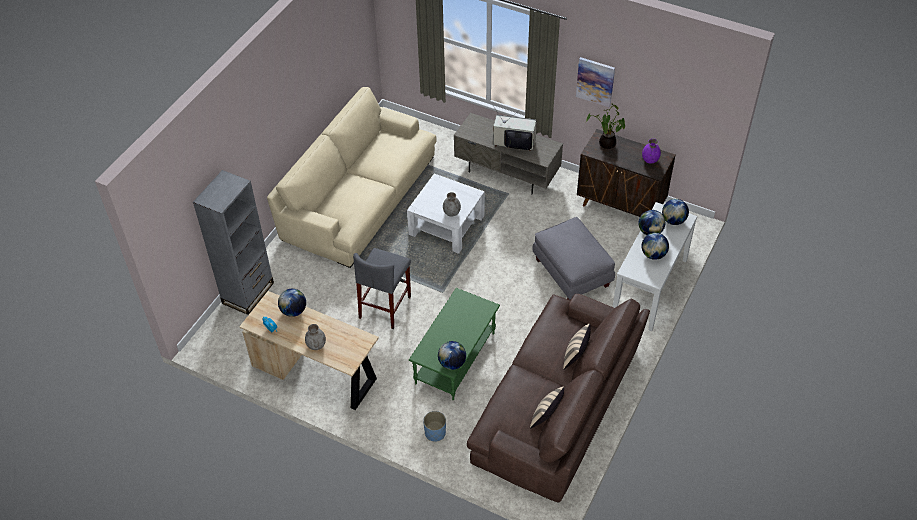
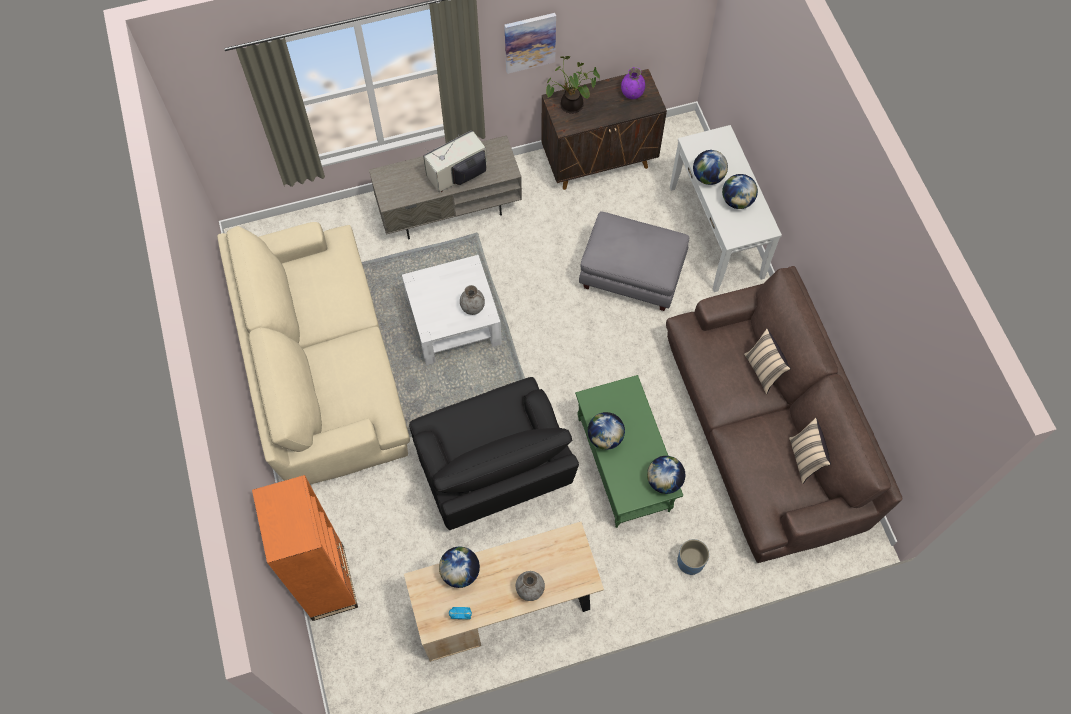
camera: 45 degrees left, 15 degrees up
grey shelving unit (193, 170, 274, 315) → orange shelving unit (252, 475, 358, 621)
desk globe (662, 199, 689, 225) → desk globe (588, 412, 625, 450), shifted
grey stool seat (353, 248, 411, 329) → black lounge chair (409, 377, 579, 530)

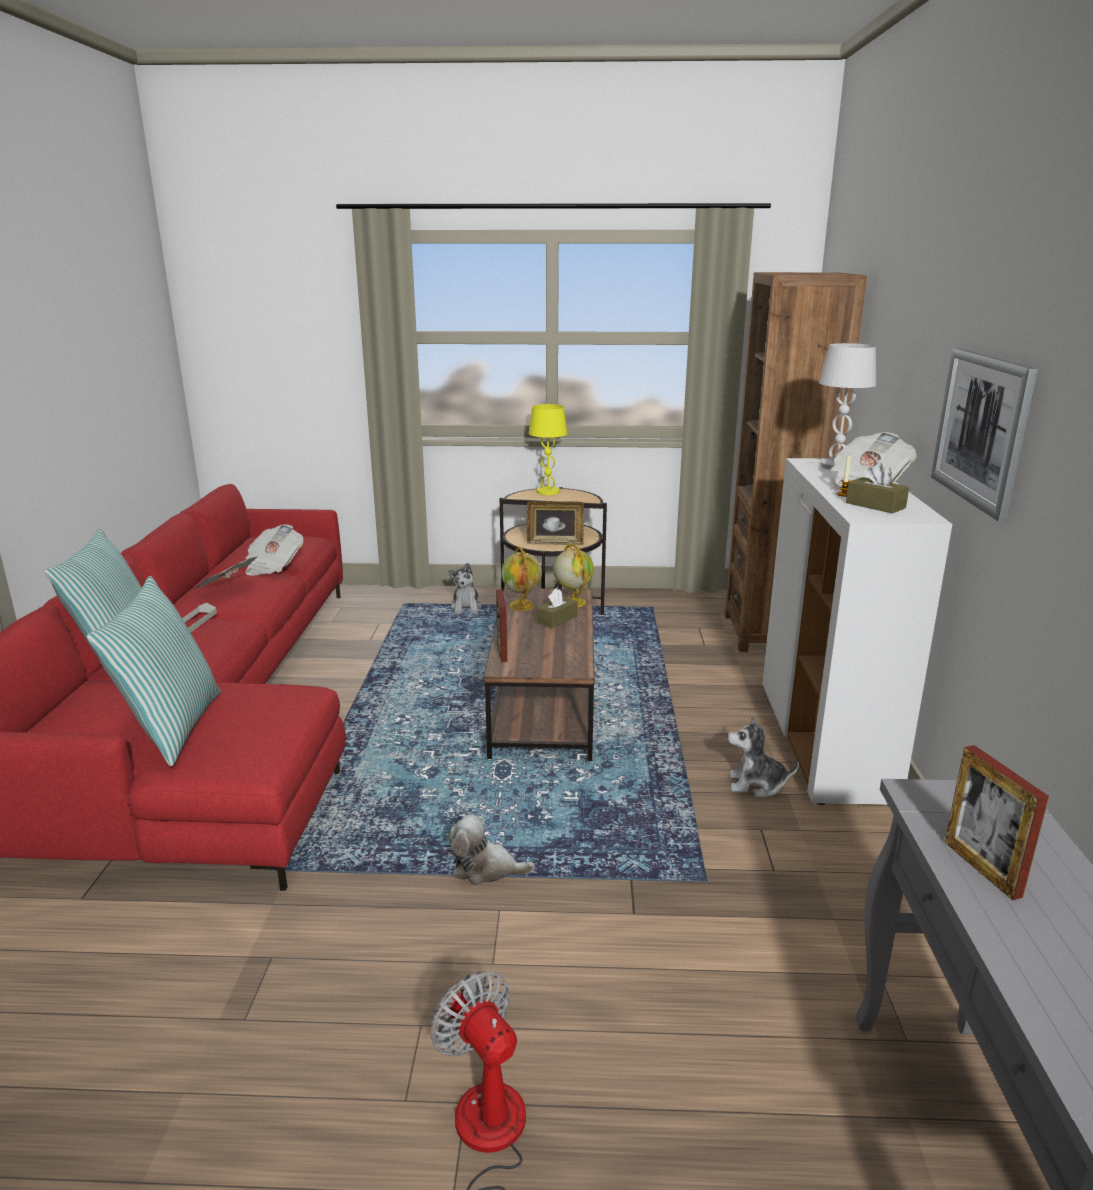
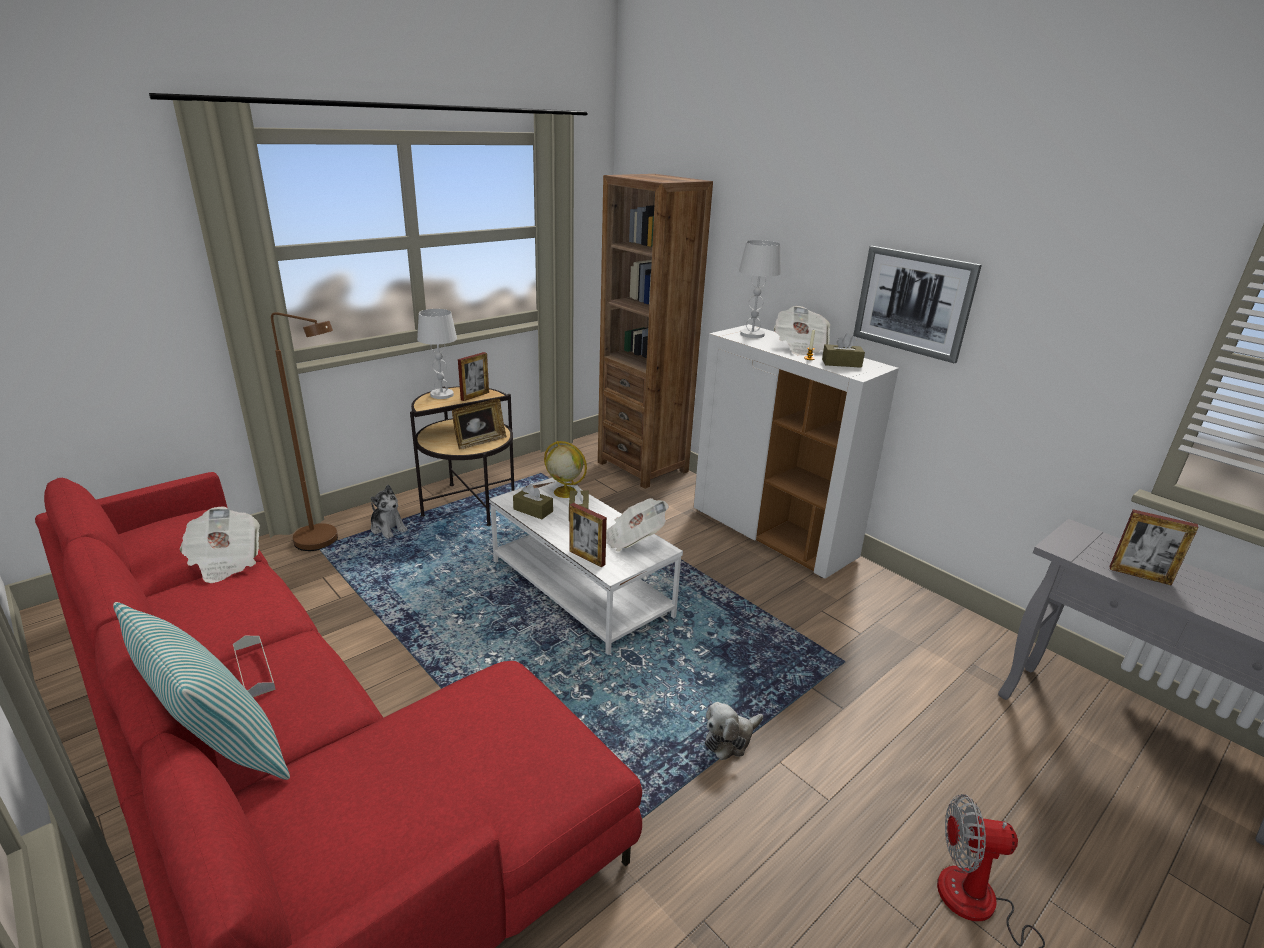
camera: 45 degrees left, 5 degrees up
yellow-coloured tabletop lamp (528, 404, 568, 495) → whitish tabletop lamp (417, 309, 457, 399)
desk globe (501, 546, 542, 611) → brown box of tissues (513, 484, 553, 519)
daily paper (195, 557, 257, 589) → daily paper (606, 498, 669, 552), shifted
throw pillow (87, 576, 221, 766) → -
brown coffee table (483, 588, 595, 761) → whitish coffee table (489, 477, 683, 655)
soft toy (727, 717, 799, 798) → -
- → brown floor lamp (271, 312, 338, 551)
- → picture frame (458, 352, 489, 401)

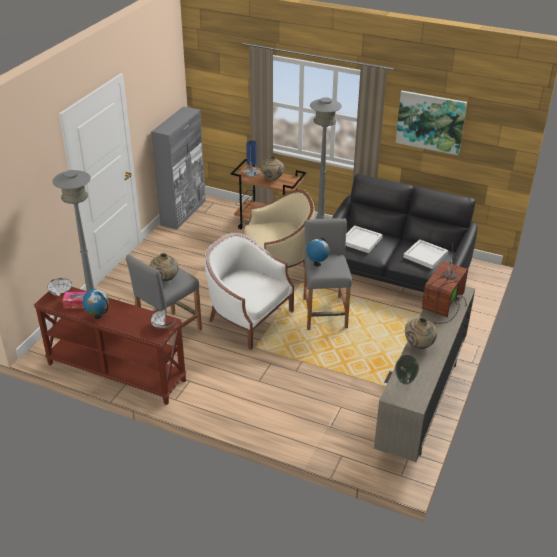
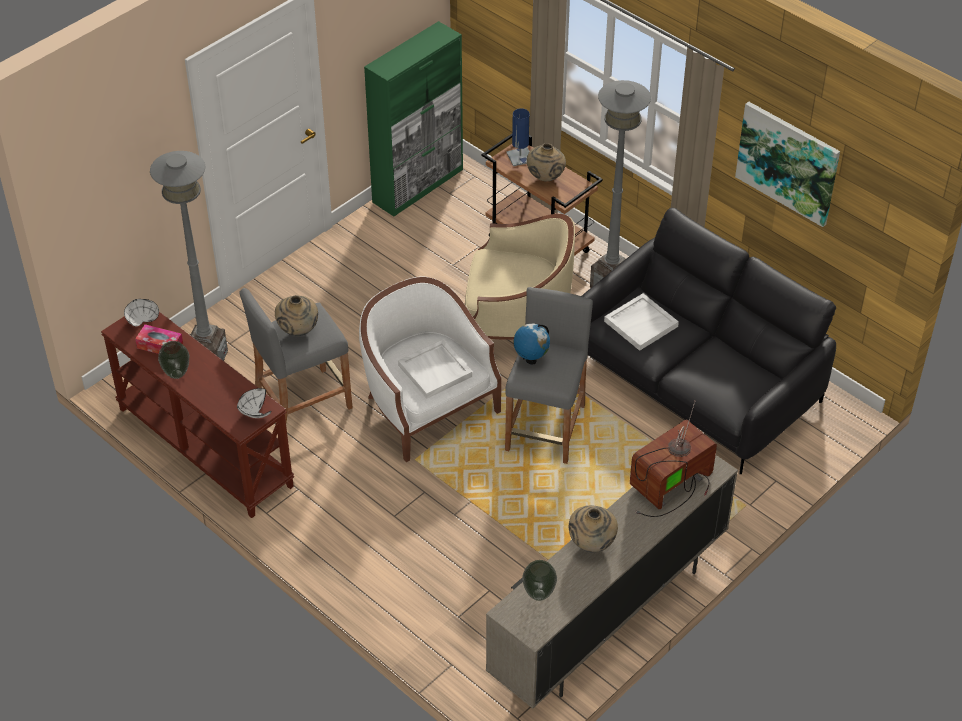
camera: 20 degrees right, 10 degrees up
grey cabinet (151, 106, 206, 230) → green-coloured cabinet (364, 21, 463, 217)
whitish carrying tray (403, 239, 448, 269) → whitish carrying tray (398, 339, 472, 398), shifted
desk globe (82, 289, 109, 319) → flower vase (158, 341, 189, 379)

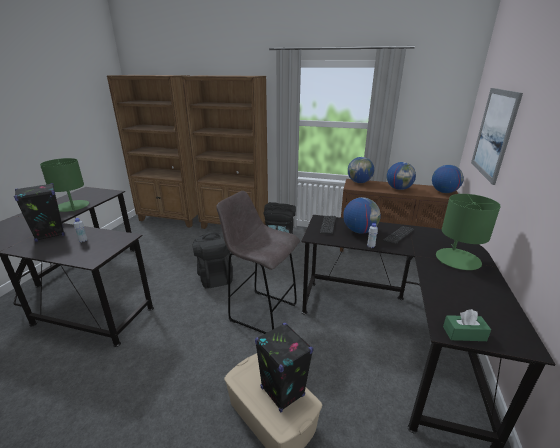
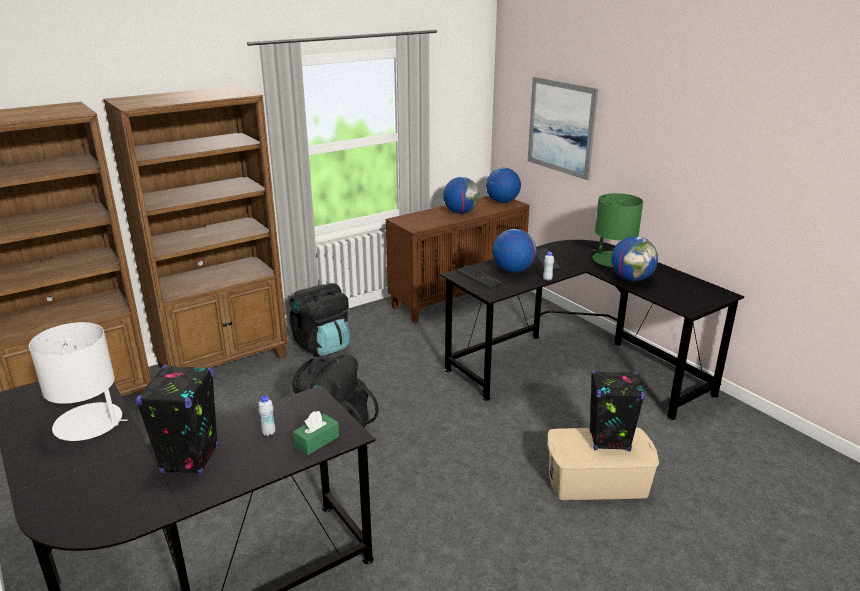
camera: 50 degrees left, 0 degrees up
desk globe (348, 157, 374, 183) → desk globe (611, 236, 658, 281), shifted
green-coloured tabletop lamp (40, 158, 89, 212) → whitish tabletop lamp (29, 322, 128, 441)
grey stool seat (216, 191, 300, 334) → -
green-coloured box of tissues (443, 309, 491, 341) → green-coloured box of tissues (293, 411, 339, 455), shifted

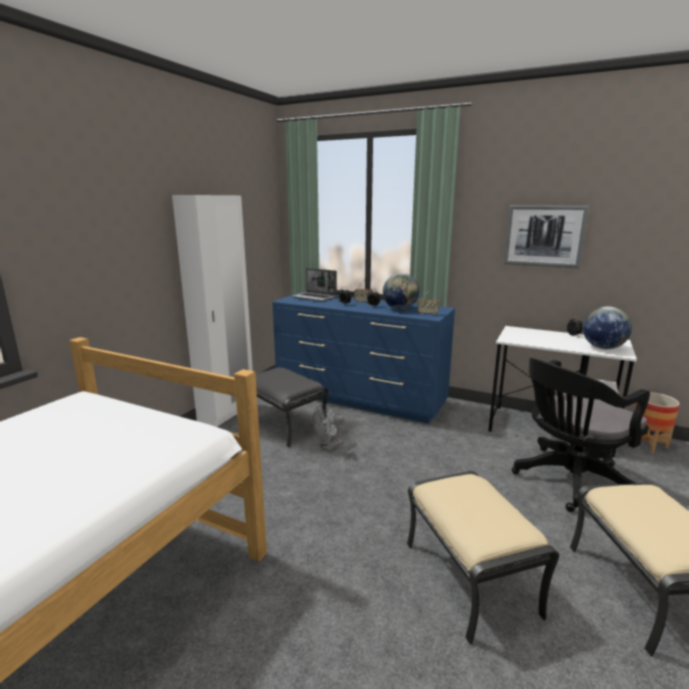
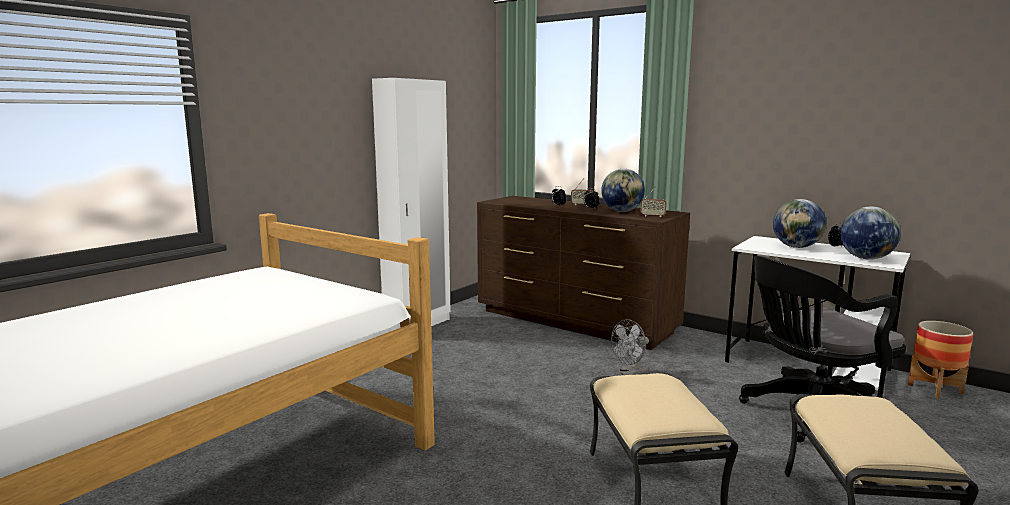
camera: 10 degrees right, 5 degrees down
wall picture (503, 205, 589, 268) → -
laptop (292, 268, 337, 301) → -
blue-coloured drawer chest (272, 292, 455, 424) → brown drawer chest (477, 196, 690, 350)
grey ottoman (256, 367, 329, 448) → -
grey electric fan (312, 404, 344, 451) → grey electric fan (611, 319, 649, 375), shifted
- → desk globe (773, 199, 826, 248)

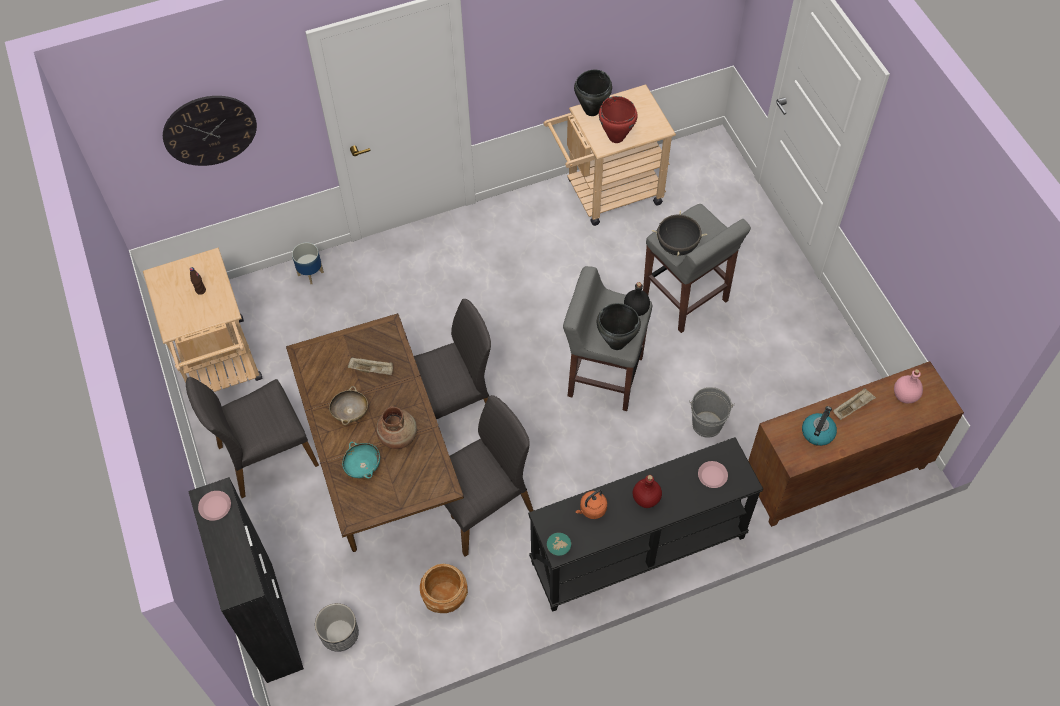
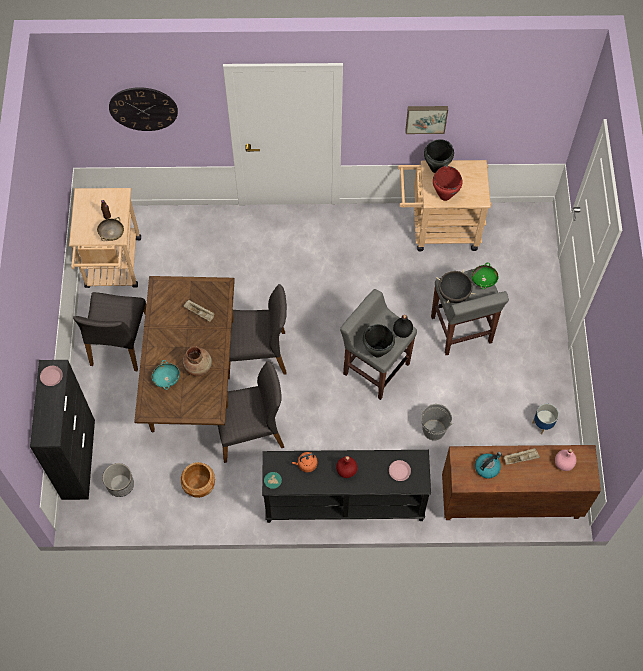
camera: 20 degrees right, 5 degrees up
flower pot (292, 242, 324, 284) → flower pot (532, 404, 559, 434), shifted
grey chair (186, 377, 319, 498) → grey chair (73, 292, 146, 371), 75 degrees counterclockwise
sand-coloured bowl (329, 386, 368, 425) → sand-coloured bowl (97, 217, 124, 241), shifted
- → wall picture (405, 106, 448, 134)
- → green-coloured bowl (471, 262, 499, 289)

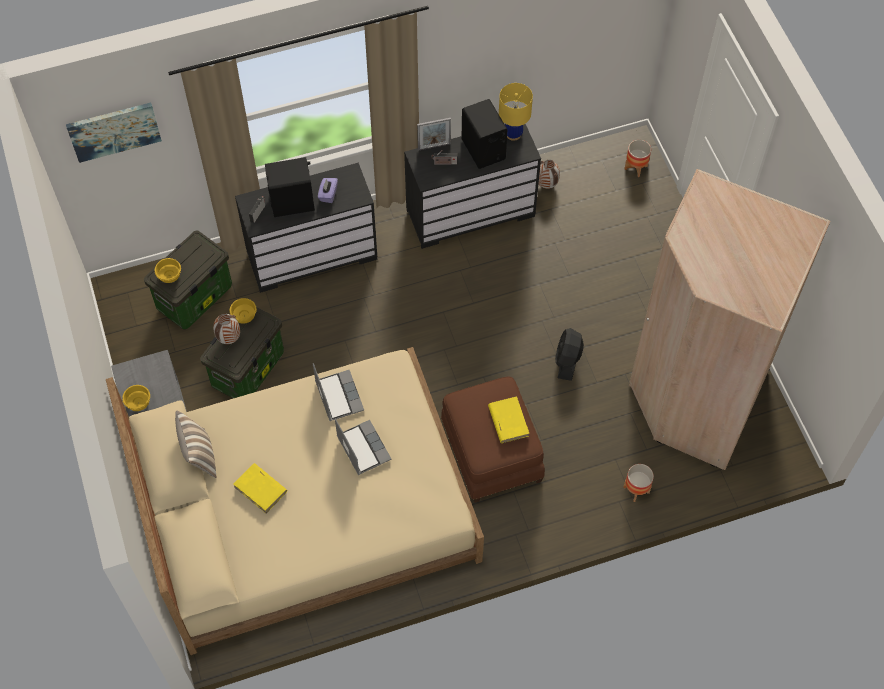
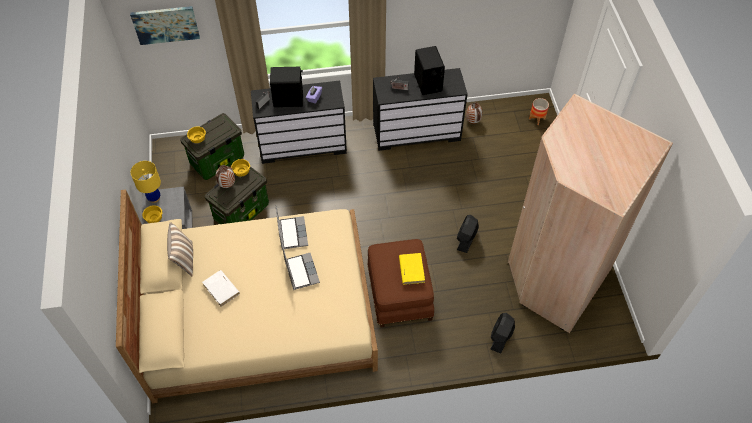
camera: 10 degrees right, 5 degrees down
yellow-coloured tabletop lamp (499, 83, 533, 141) → yellow-coloured tabletop lamp (131, 161, 161, 203), shifted
picture frame (417, 118, 451, 151) → -
yellow-coloured book (233, 463, 287, 513) → whitish book (202, 270, 240, 307)
flower pot (623, 464, 654, 502) → black electric fan (490, 313, 515, 353)

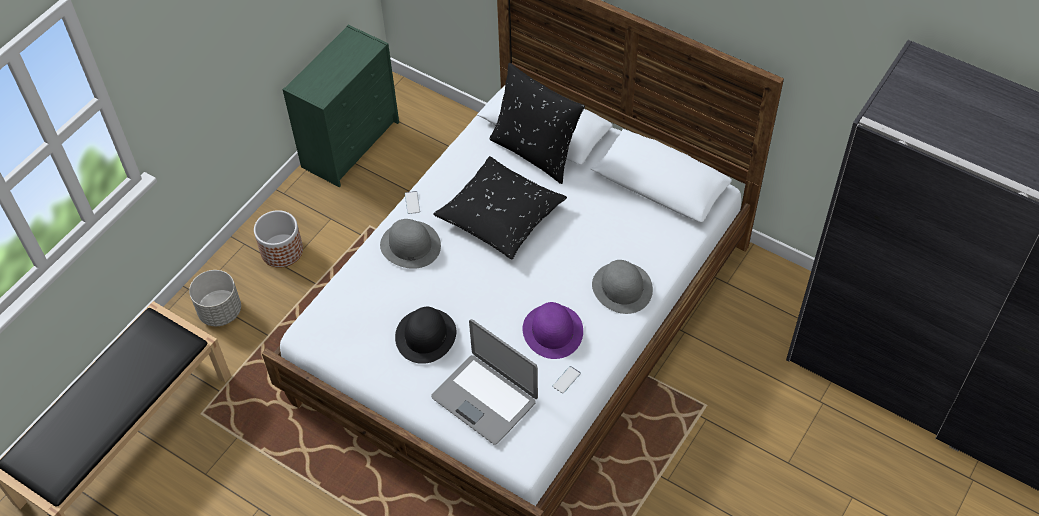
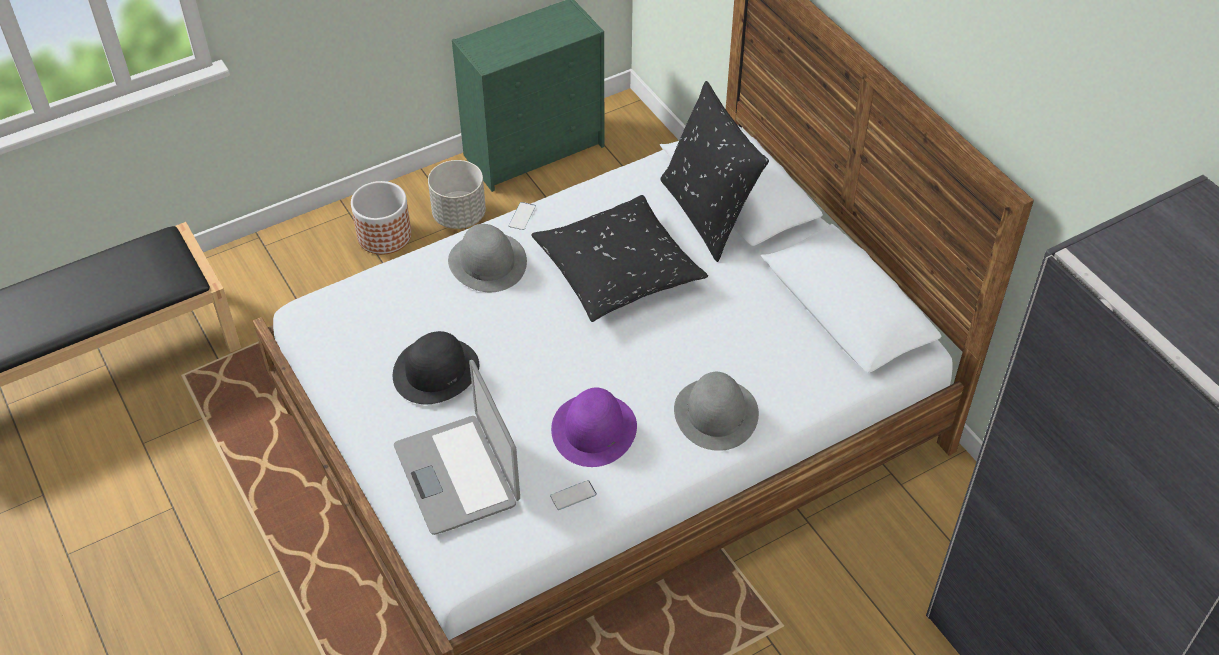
camera: 25 degrees right, 5 degrees down
grey flower pot (189, 270, 241, 326) → grey flower pot (428, 160, 486, 229), shifted

